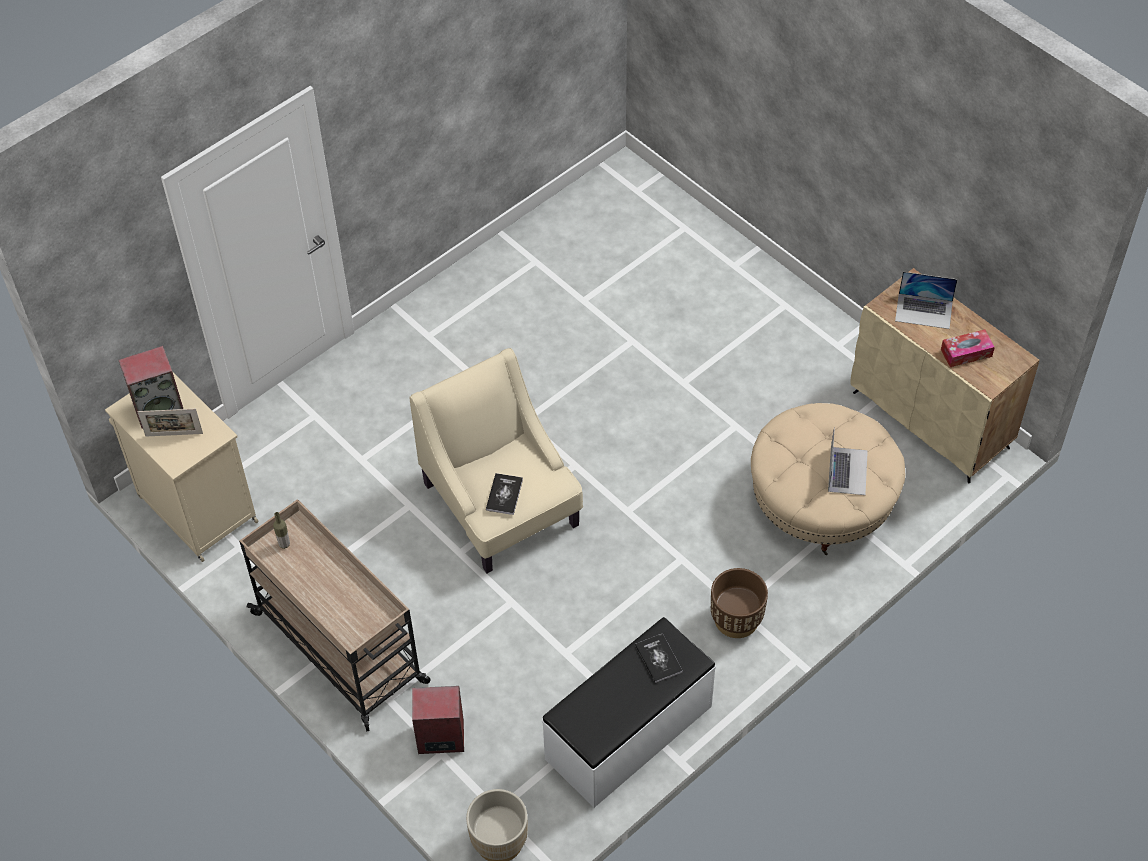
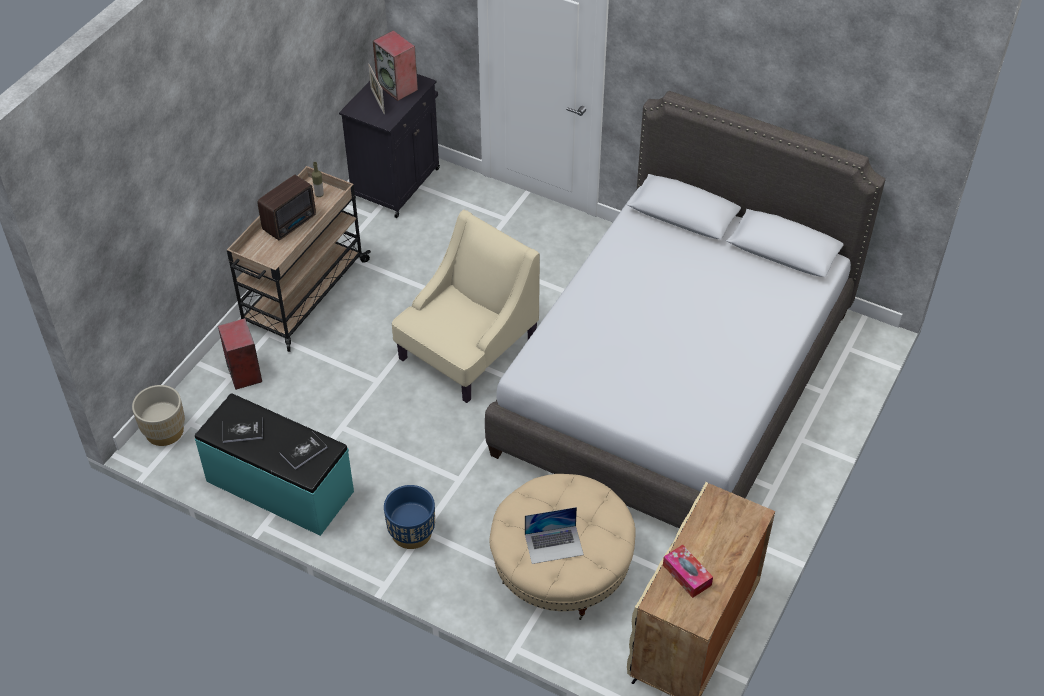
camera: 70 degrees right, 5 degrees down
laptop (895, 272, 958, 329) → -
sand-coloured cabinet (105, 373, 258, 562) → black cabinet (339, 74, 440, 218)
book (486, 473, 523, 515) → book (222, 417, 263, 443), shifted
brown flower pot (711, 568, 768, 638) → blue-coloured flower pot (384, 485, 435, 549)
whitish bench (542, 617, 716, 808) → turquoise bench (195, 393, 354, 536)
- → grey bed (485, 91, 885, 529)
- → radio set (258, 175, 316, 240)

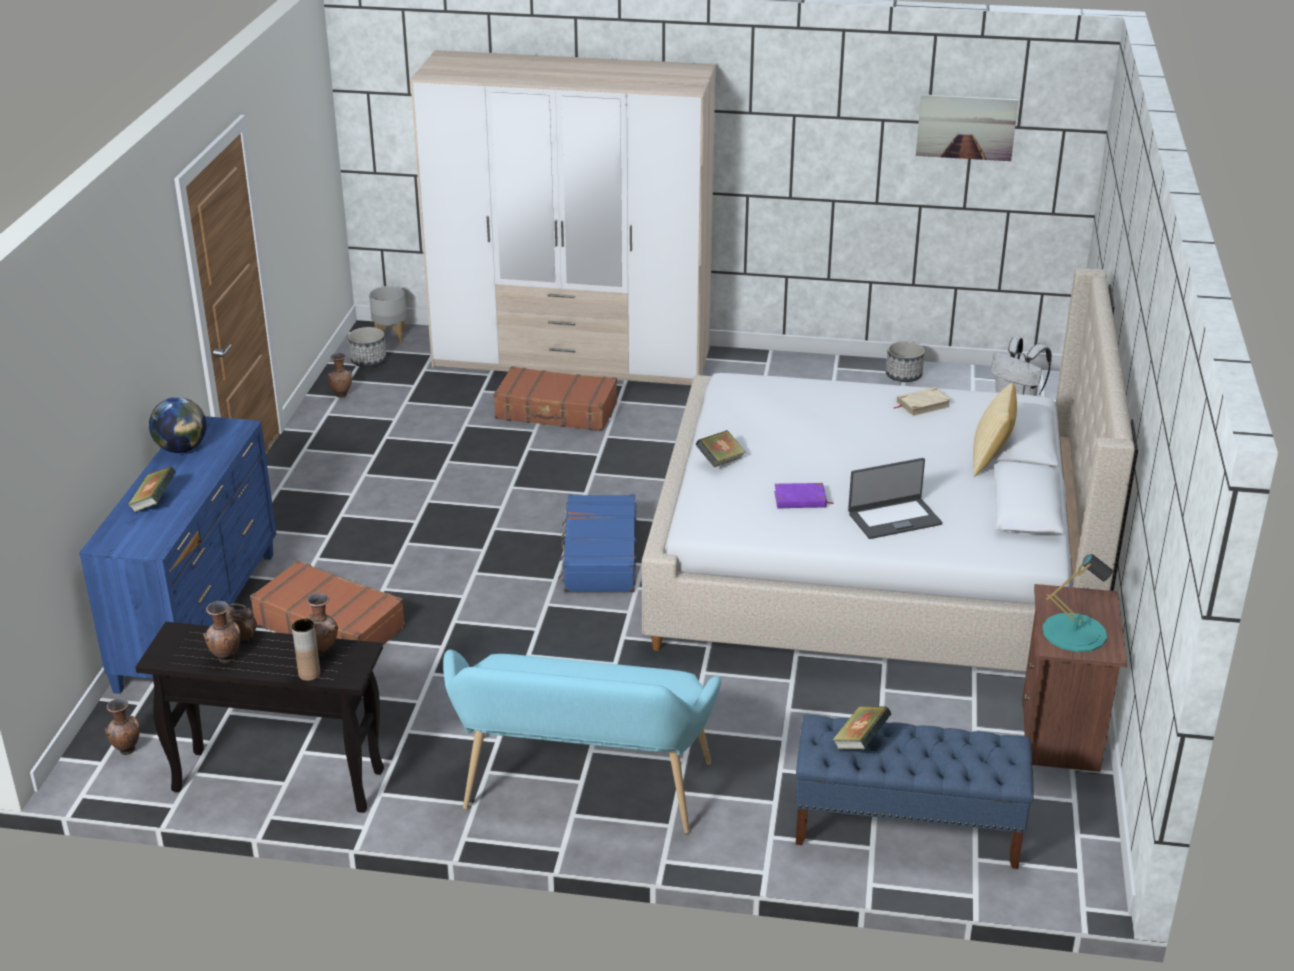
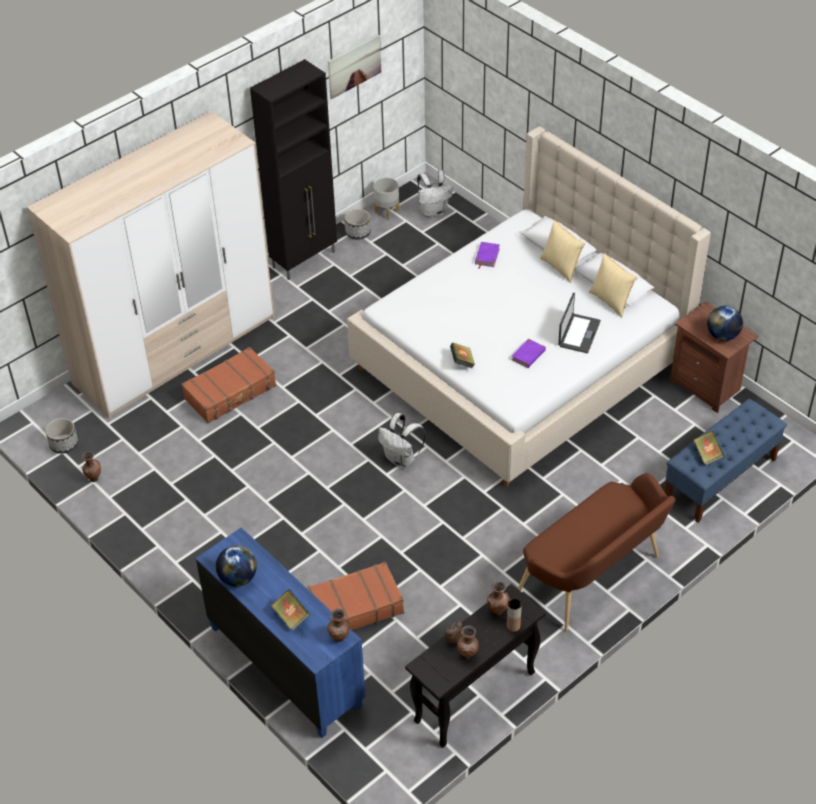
camera: 50 degrees left, 15 degrees up
grey flower pot (369, 286, 406, 343) → grey flower pot (374, 177, 399, 220), shifted
sand-coloured book (893, 387, 951, 416) → purplish book (475, 242, 500, 268)
blue-coloured suitcase (558, 494, 636, 592) → whitish backpack (378, 413, 425, 468)
turquoise tabletop lamp (1042, 554, 1113, 652) → desk globe (707, 306, 743, 341)
turquoise bench (443, 650, 721, 834) → brown bench (518, 473, 675, 631)
brown flower vase (104, 698, 140, 755) → brown flower vase (328, 609, 349, 642), shifted
- → black cabinet (250, 59, 337, 280)
- → throw pillow (589, 253, 638, 317)

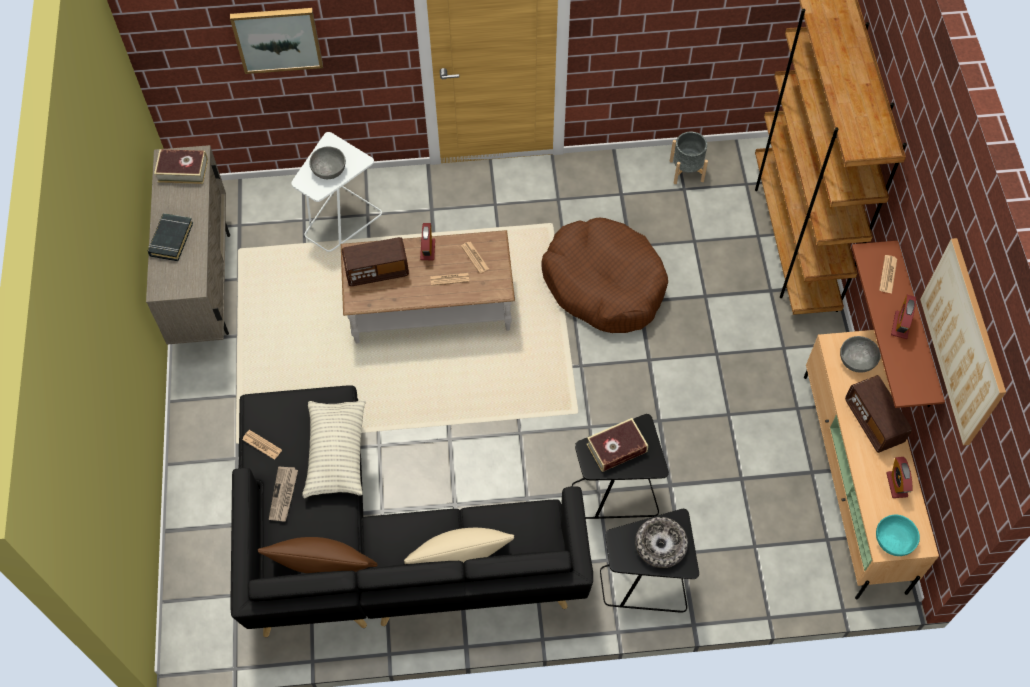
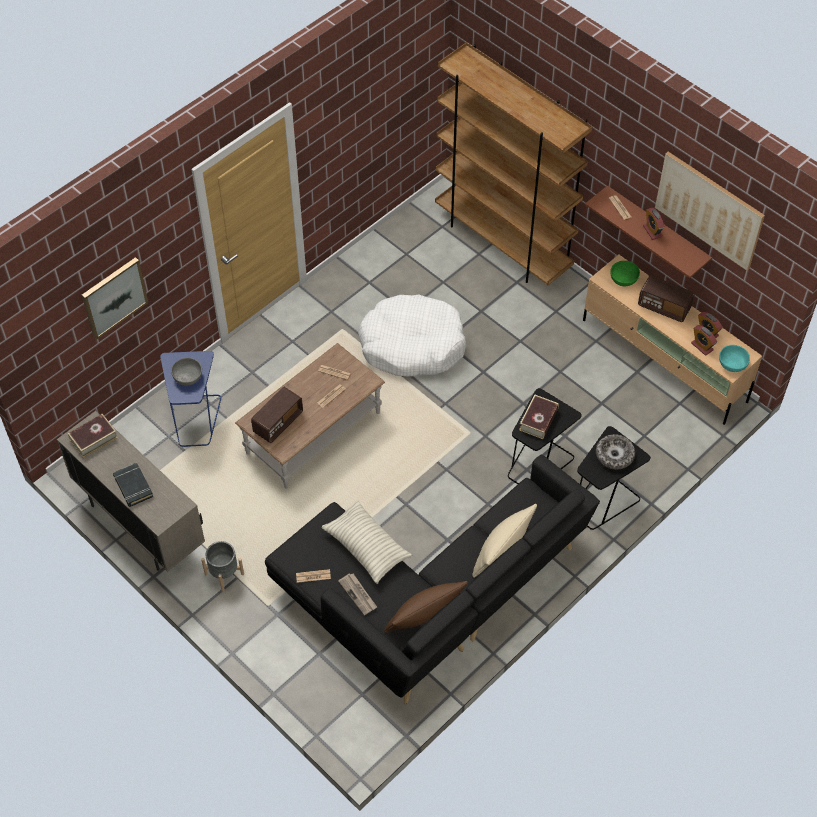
camera: 40 degrees left, 5 degrees down
whitish end table (291, 132, 382, 252) → blue-coloured end table (160, 351, 221, 447)
grey flower pot (670, 132, 708, 184) → grey flower pot (201, 541, 244, 592), shifted
brown dog bed (541, 218, 668, 333) → whitish dog bed (358, 295, 466, 376)
bedside clock (420, 223, 435, 260) → bedside clock (691, 325, 717, 356), shifted
grey bowl (840, 336, 881, 373) → green-coloured bowl (610, 261, 640, 286)

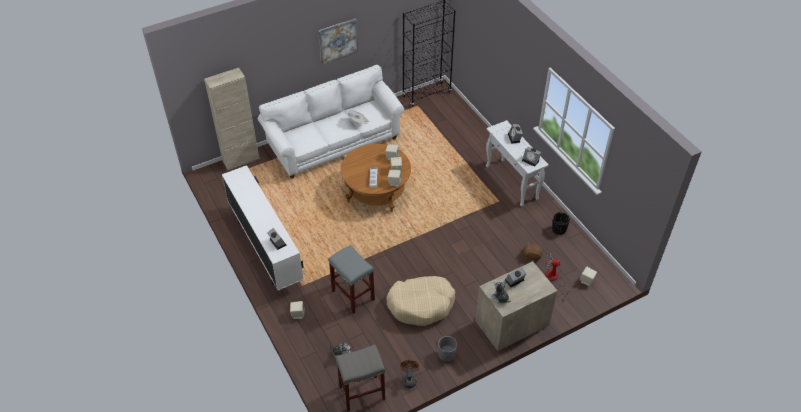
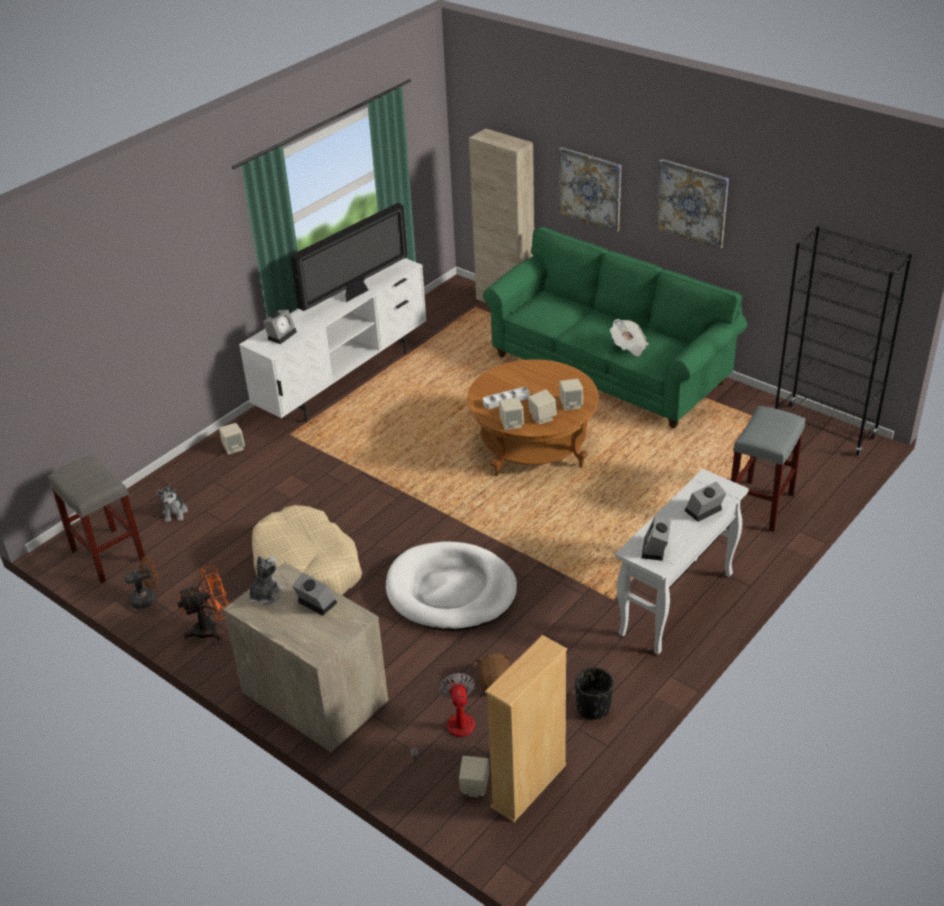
camera: 70 degrees right, 10 degrees down
whitish sofa (258, 65, 404, 179) → green-coloured sofa (483, 226, 747, 428)
grey stool seat (328, 245, 375, 314) → grey stool seat (731, 406, 805, 532), shifted
grey flower pot (438, 336, 457, 361) → orange electric fan (177, 565, 229, 640)
- → wall picture (559, 147, 622, 232)
- → TV set (290, 203, 408, 311)
- → whitish dog bed (386, 541, 517, 631)
- → sand-coloured shelving unit (485, 635, 567, 822)

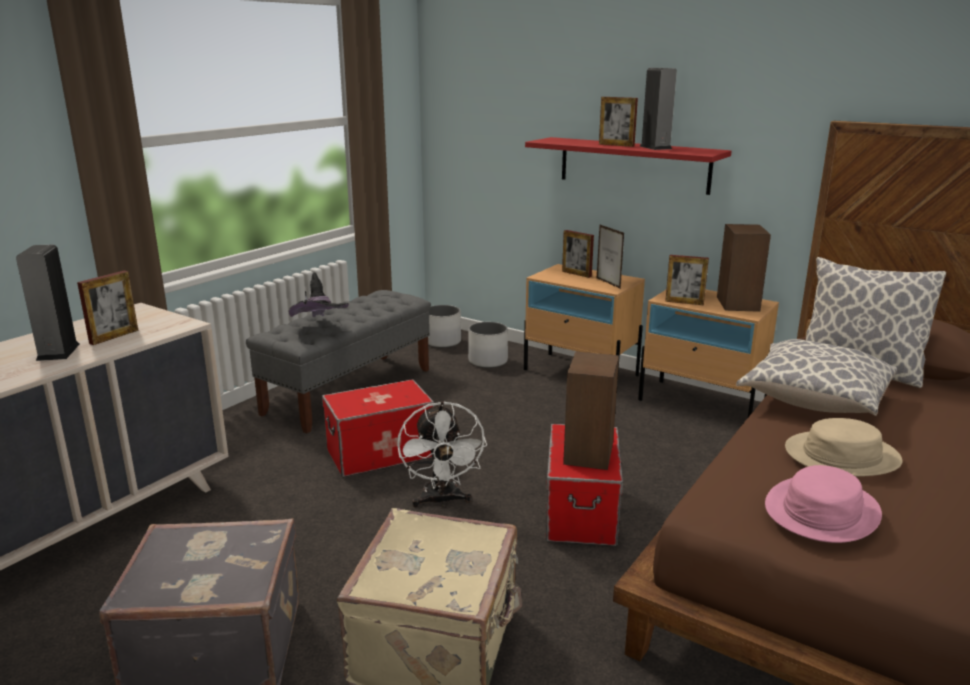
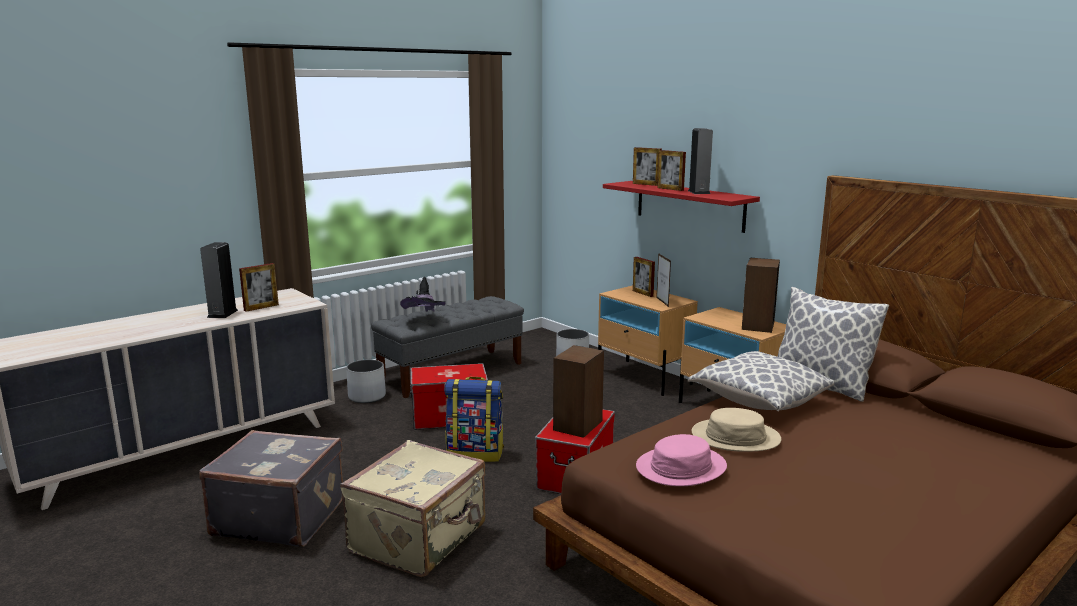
camera: 15 degrees right, 5 degrees down
picture frame (665, 255, 709, 305) → picture frame (633, 147, 662, 186), shifted
whitish flower pot (428, 305, 461, 348) → whitish flower pot (346, 360, 386, 403), shifted
whitish electric fan (397, 401, 487, 508) → backpack (444, 377, 504, 462)

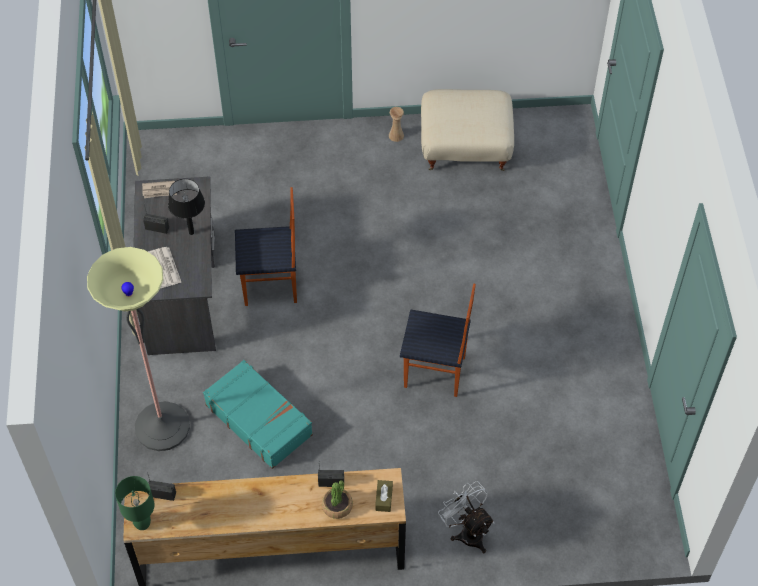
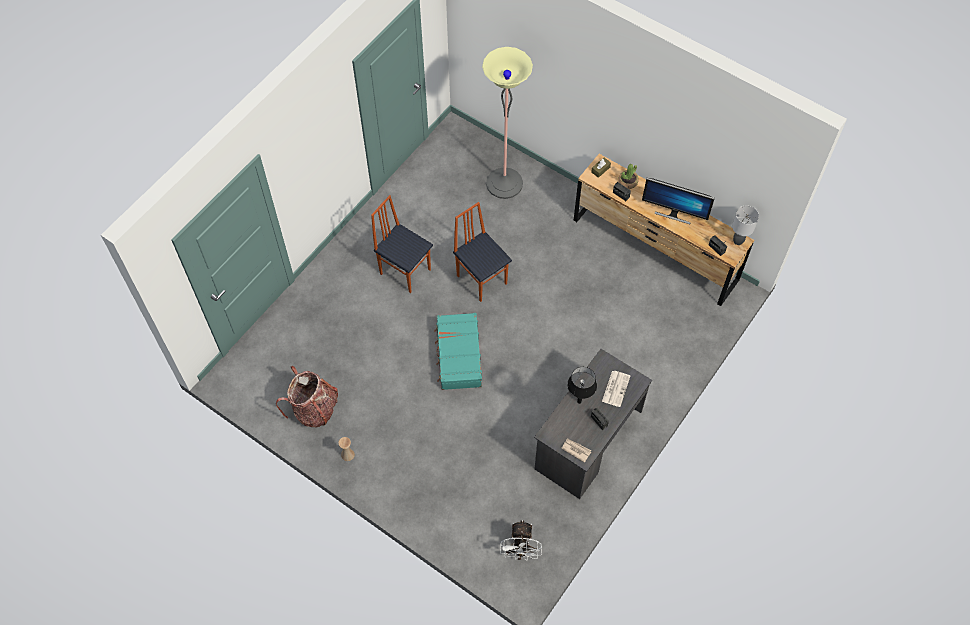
camera: 140 degrees left, 5 degrees up
sand-coloured ottoman (421, 89, 514, 171) → backpack (276, 366, 338, 428)
chair (235, 187, 297, 306) → chair (371, 195, 433, 293), shifted
floor lamp (87, 247, 190, 451) → floor lamp (482, 47, 533, 199), shifted
turquoise suitcase (203, 360, 313, 469) → turquoise suitcase (434, 313, 482, 390), shifted
green-coloured tabletop lamp (115, 476, 154, 530) → grey tabletop lamp (732, 205, 759, 245)
whitish electric fan (438, 481, 494, 553) → whitish electric fan (500, 520, 542, 561), shifted
- → computer display (642, 178, 715, 224)

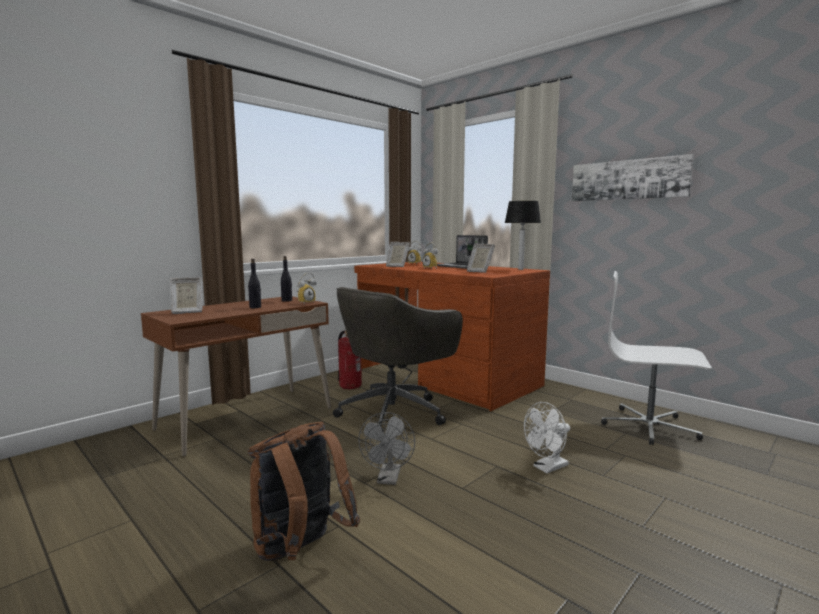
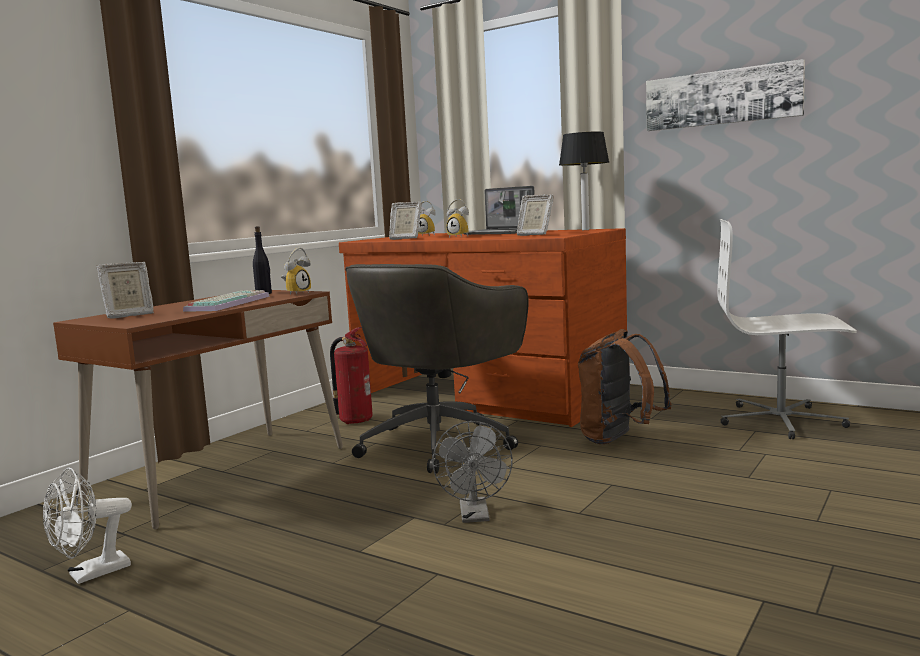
camera: 10 degrees left, 0 degrees up
black beverage bottle (248, 259, 261, 308) → computer keyboard (183, 290, 270, 312)
whitish electric fan (524, 402, 570, 473) → whitish electric fan (43, 467, 132, 584), shifted
brown backpack (248, 422, 360, 561) → brown backpack (578, 329, 672, 444), shifted

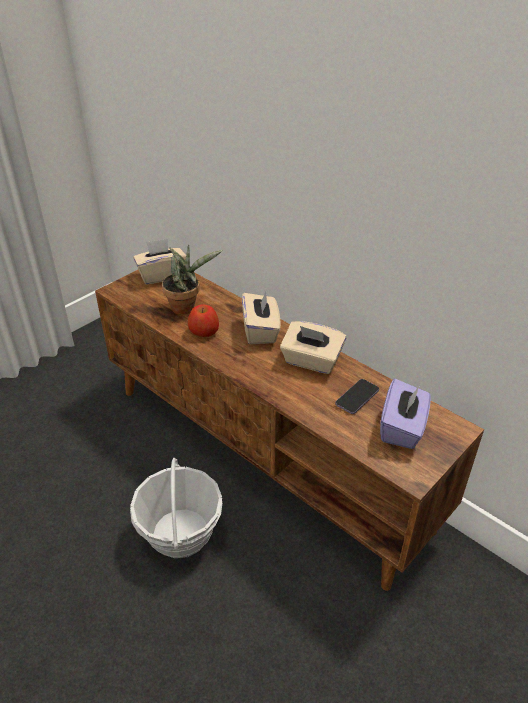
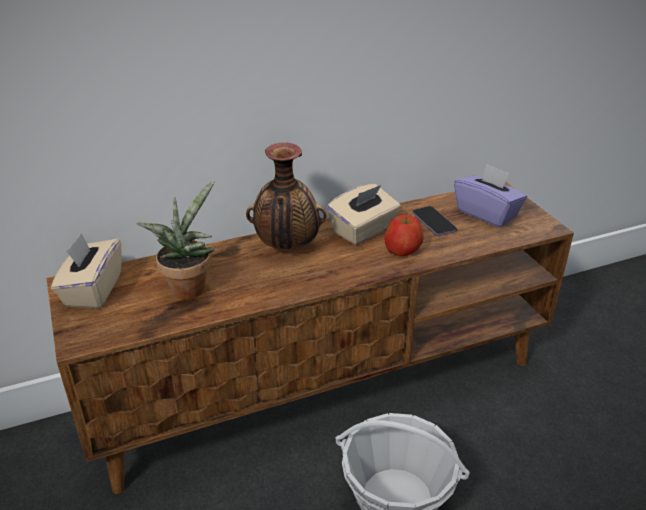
camera: 65 degrees left, 5 degrees down
sand-coloured box of tissues (242, 289, 281, 344) → flower vase (246, 143, 326, 249)
apple (188, 305, 219, 337) → apple (384, 215, 424, 256), shifted

